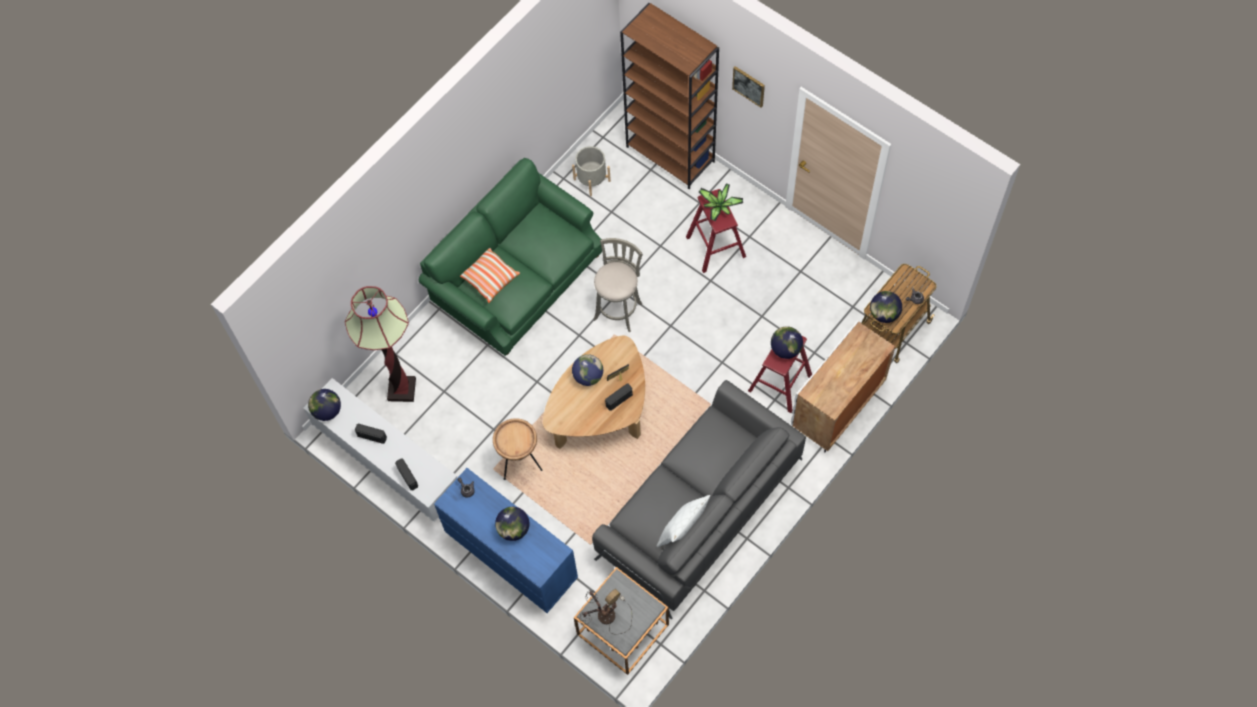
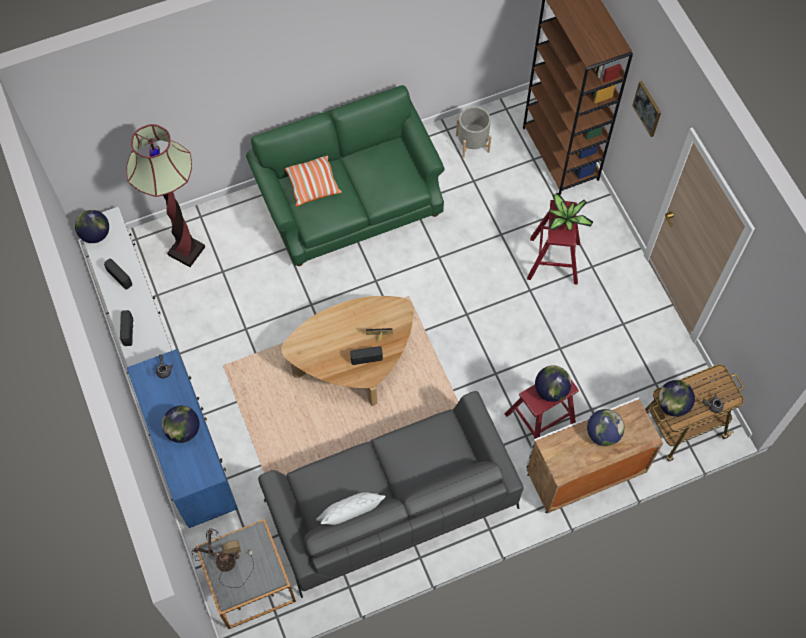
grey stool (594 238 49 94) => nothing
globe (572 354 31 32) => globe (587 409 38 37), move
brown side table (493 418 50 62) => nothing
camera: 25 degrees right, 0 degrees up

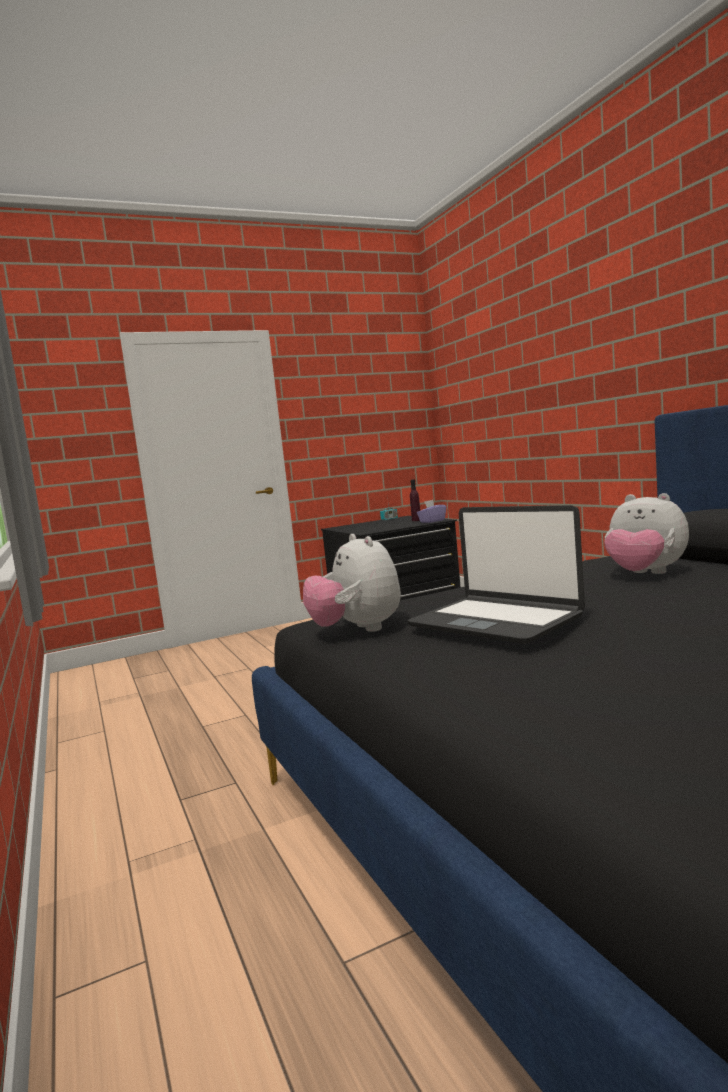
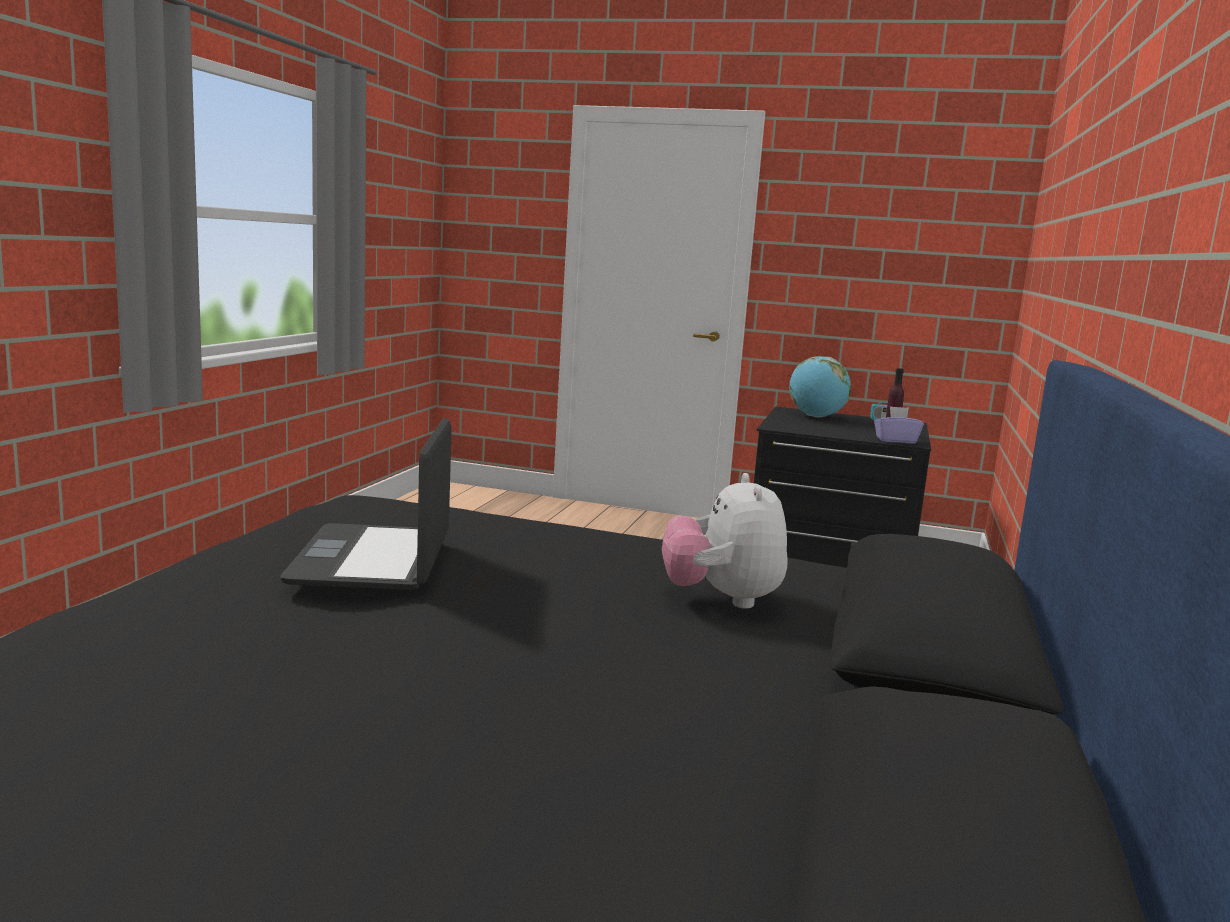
plush toy (303 534 98 98) => nothing
nothing => globe (789 356 62 61)
camera: 40 degrees right, 5 degrees up

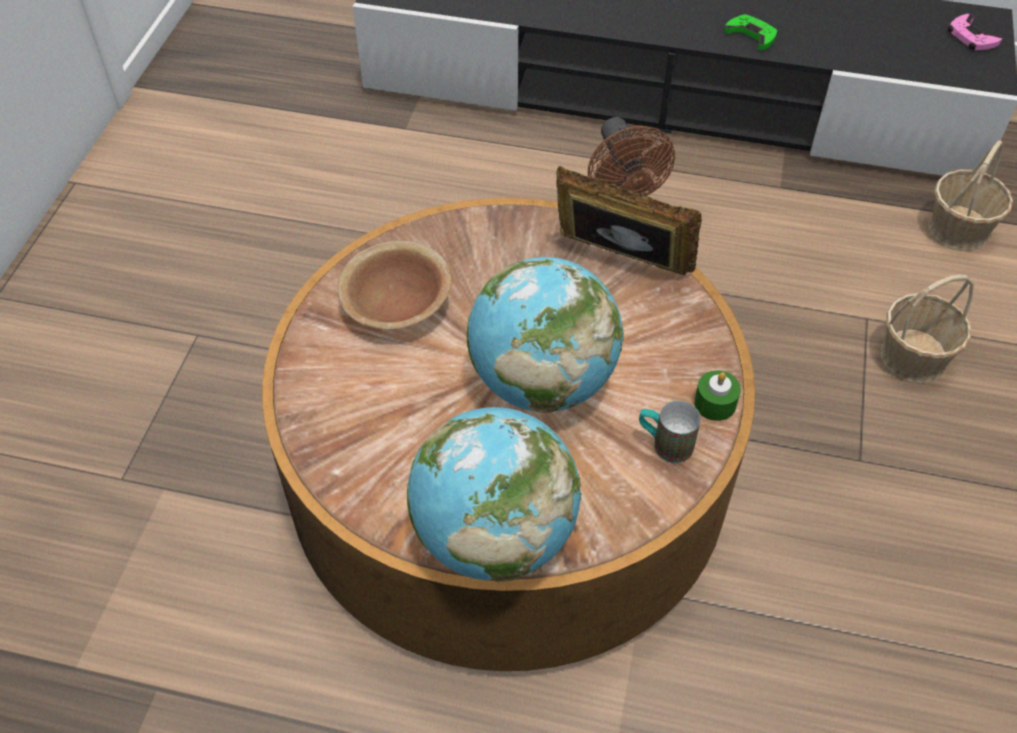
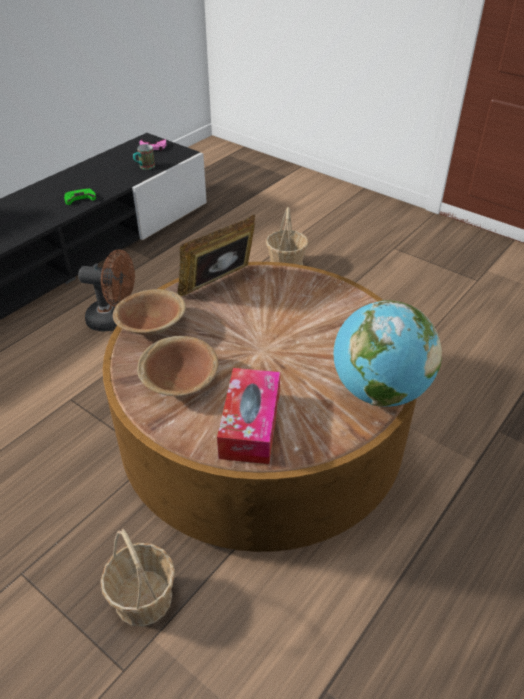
basket (928 140 85 111) => basket (100 529 75 97), move
globe (467 257 156 156) => nothing
green candle (694 371 47 50) => nothing
mug (639 401 62 62) => mug (133 144 22 26), move
nothing => brown bowl (113 289 73 46)
nothing => tissue box (217 368 63 96)
camera: 65 degrees left, 10 degrees down

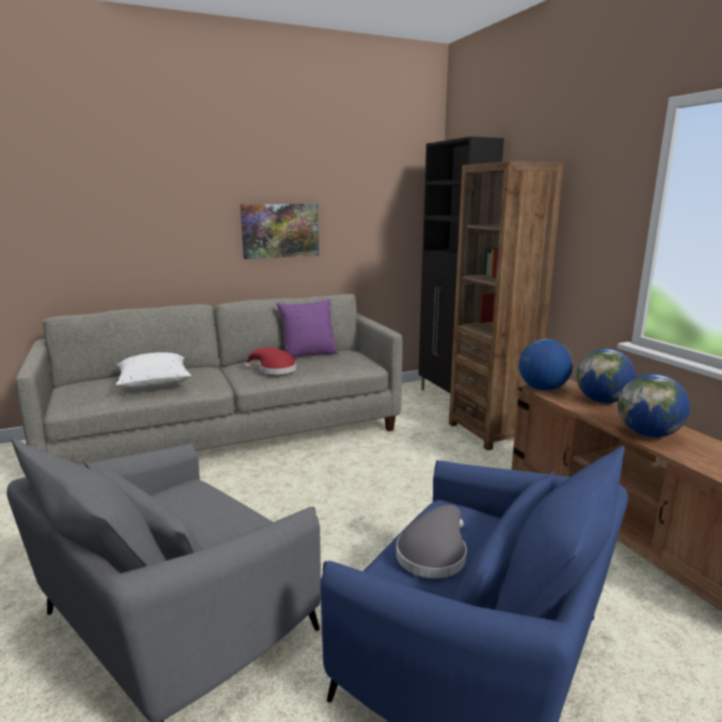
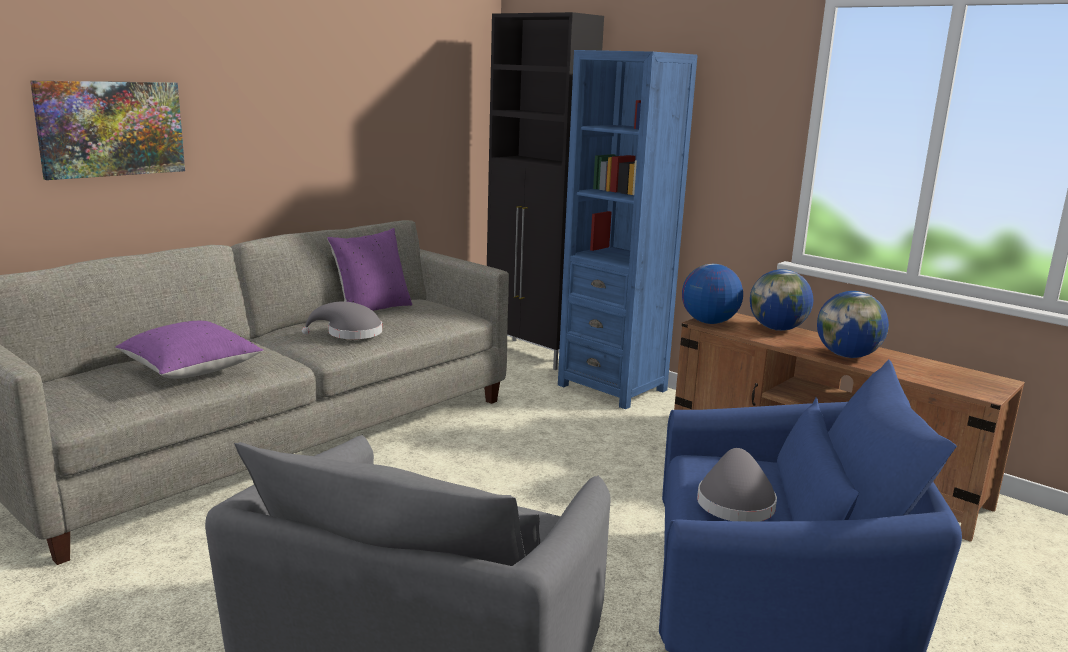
brown bookcase (449 161 115 290) => blue bookcase (558 50 140 359)
picture (240 204 79 55) => picture (30 81 155 99), move
red hat (245 347 52 27) => grey hat (302 301 80 38)
white pillow (116 352 75 37) => purple pillow (115 321 148 58)
camera: 25 degrees left, 0 degrees up

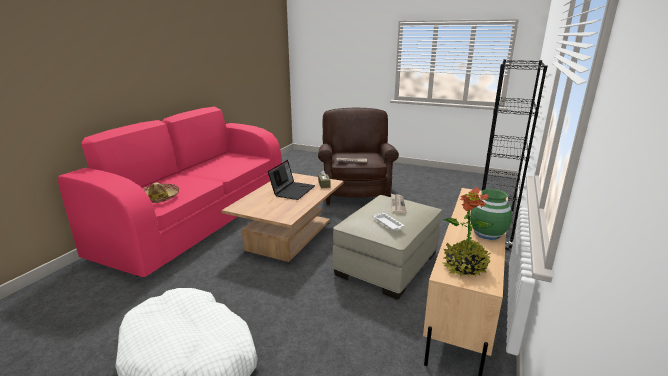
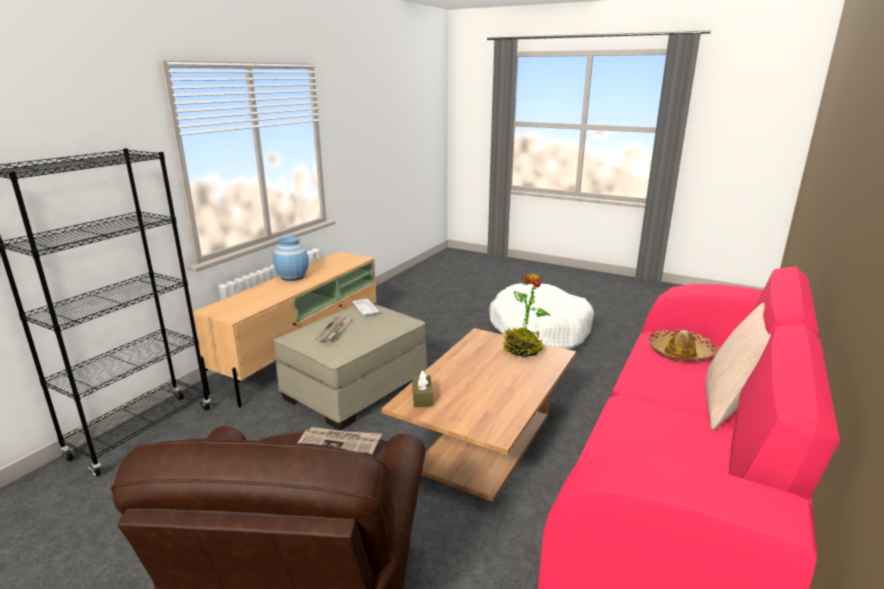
laptop (268 160 47 40) => nothing
potted plant (442 186 51 91) => potted plant (502 274 48 83), move
green vase (470 189 42 51) => blue vase (273 236 36 45)
nothing => beige pillow (706 303 65 128)
camera: 175 degrees left, 0 degrees up

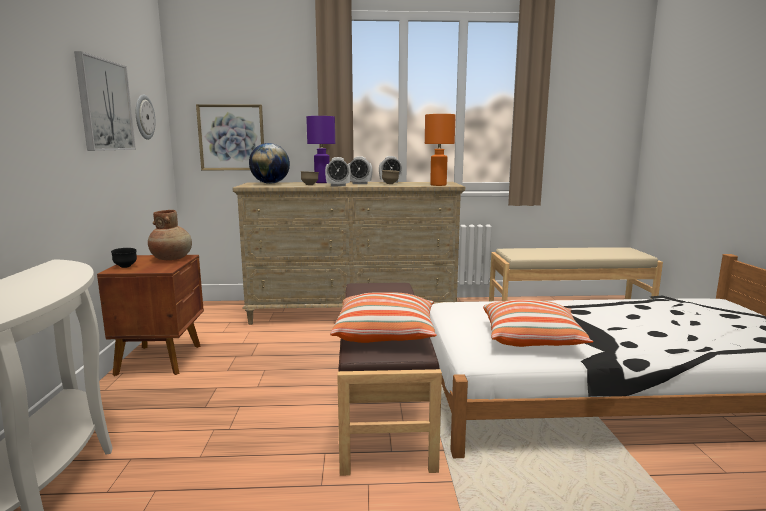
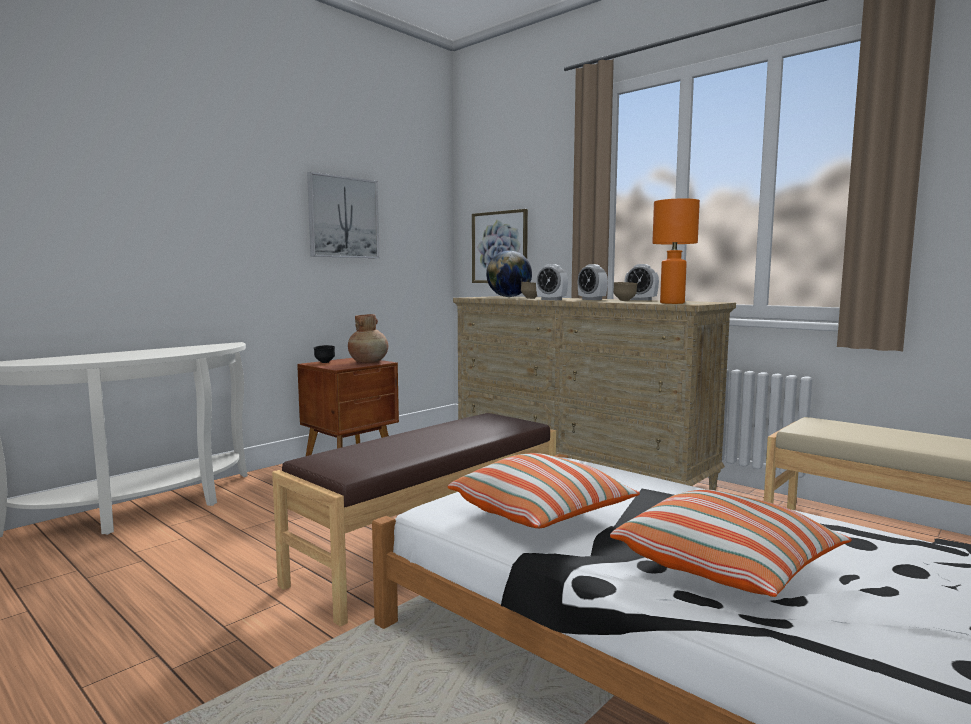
wall clock (136 94 19 46) => nothing
purple table lamp (306 116 29 67) => nothing
pillow (330 292 107 51) => pillow (610 490 242 107), move
camera: 45 degrees right, 5 degrees down

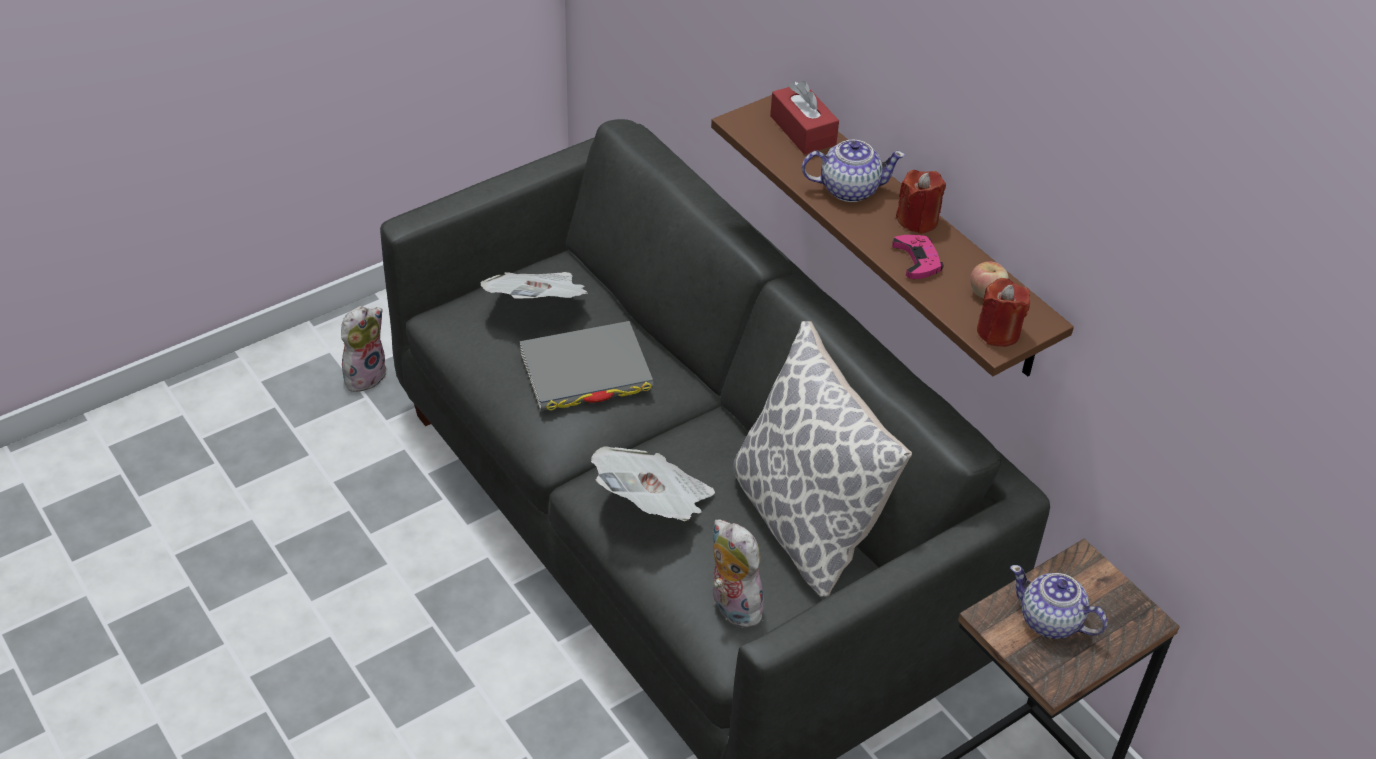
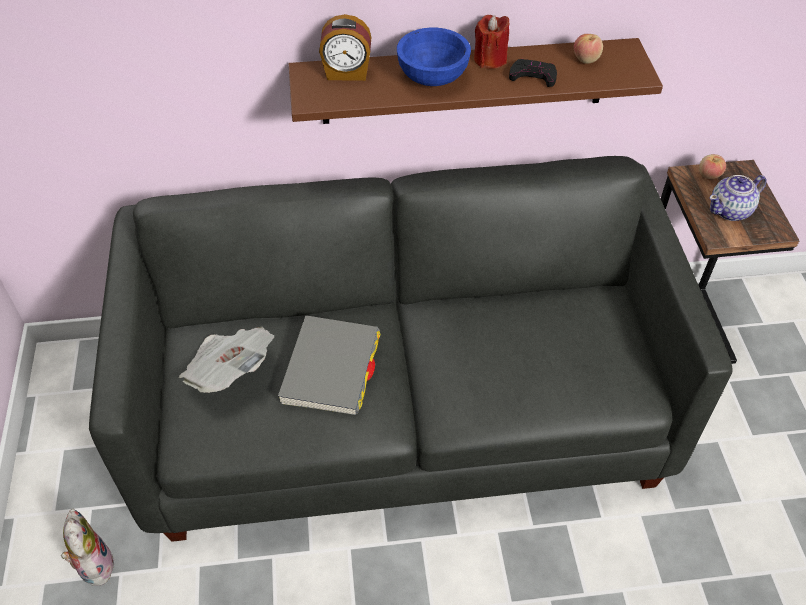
red tissue box (770 81 69 74) => alarm clock (319 14 52 67)
teapot (802 139 103 63) => blue bowl (397 28 74 58)
pink game controller (892 235 51 44) => black game controller (509 59 48 28)
red candle (977 278 53 69) => nothing
pillow (733 321 179 276) => nothing
newspaper (591 446 124 75) => nothing
plush toy (712 519 55 109) => nothing
nothing => apple (699 154 27 25)
camera: 60 degrees left, 5 degrees up

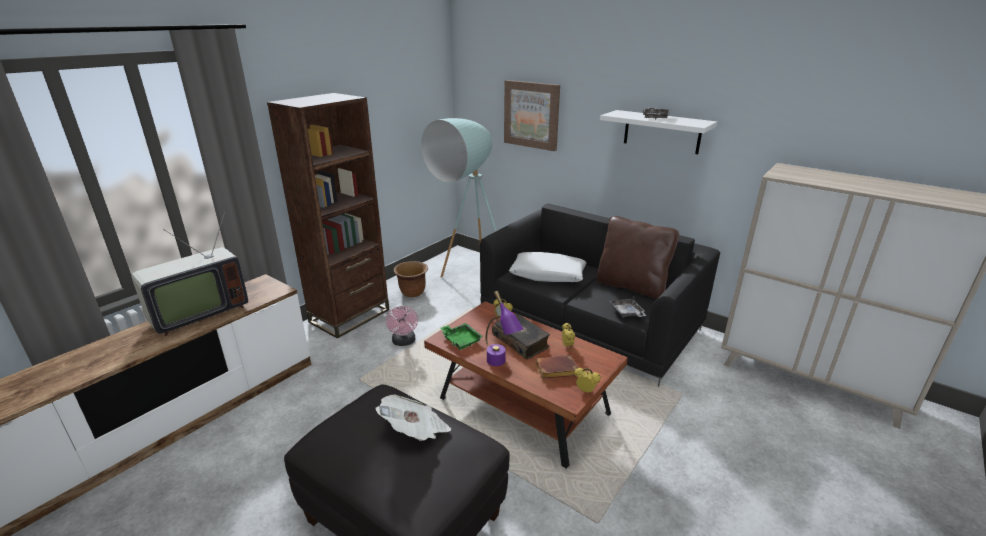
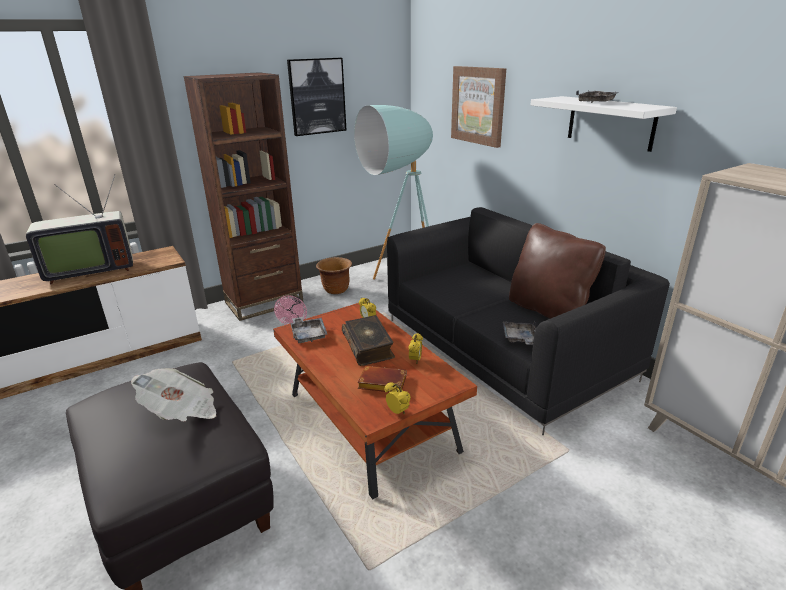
white pillow (509 252 78 30) => nothing
purple table lamp (486 291 37 75) => nothing
green tray (440 323 43 27) => grey tray (290 317 37 26)
nothing => picture (287 58 59 78)
camera: 20 degrees right, 0 degrees up

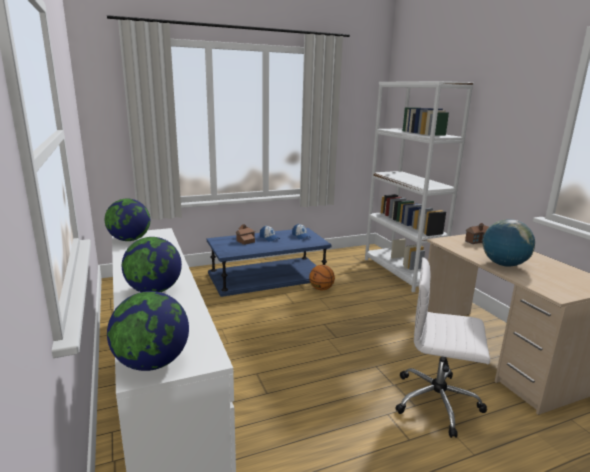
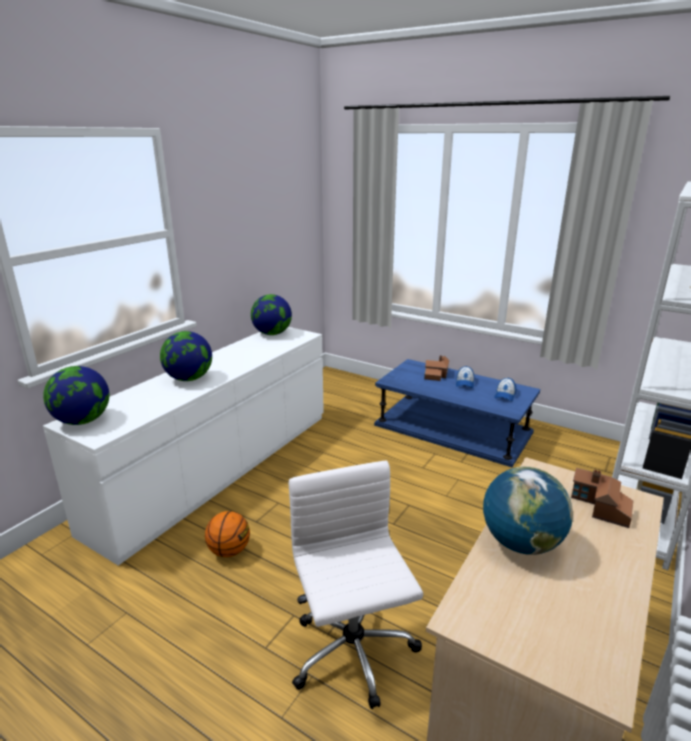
basketball (309 265 26 25) => basketball (205 511 45 46), move
camera: 55 degrees right, 5 degrees up

